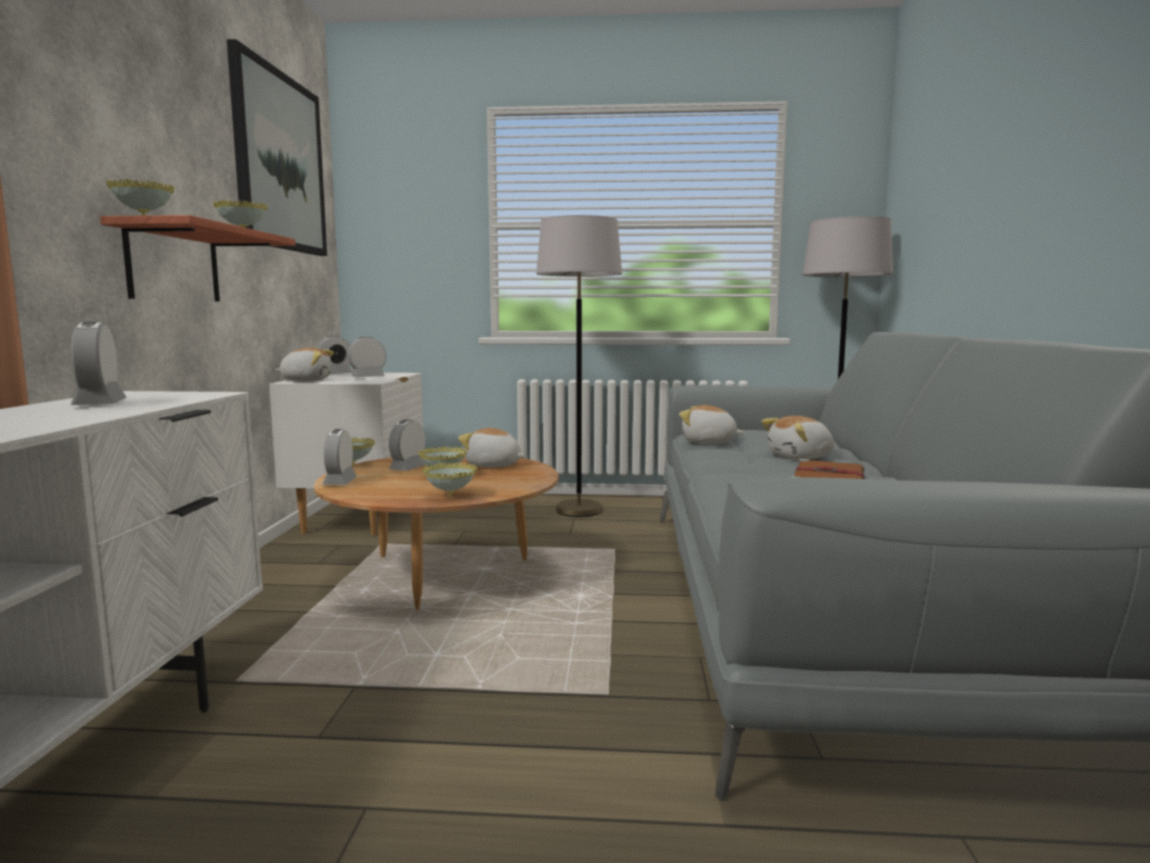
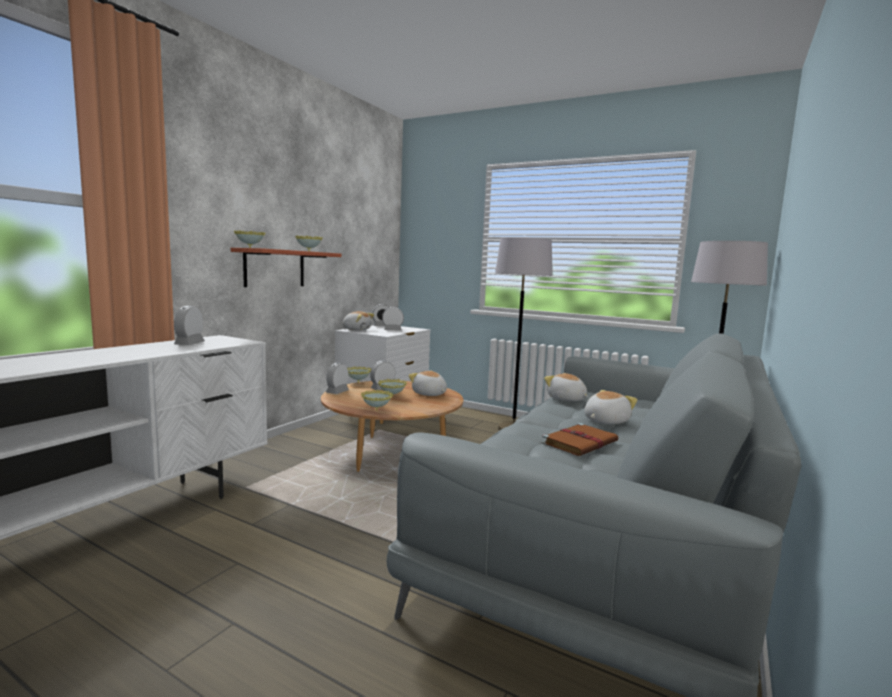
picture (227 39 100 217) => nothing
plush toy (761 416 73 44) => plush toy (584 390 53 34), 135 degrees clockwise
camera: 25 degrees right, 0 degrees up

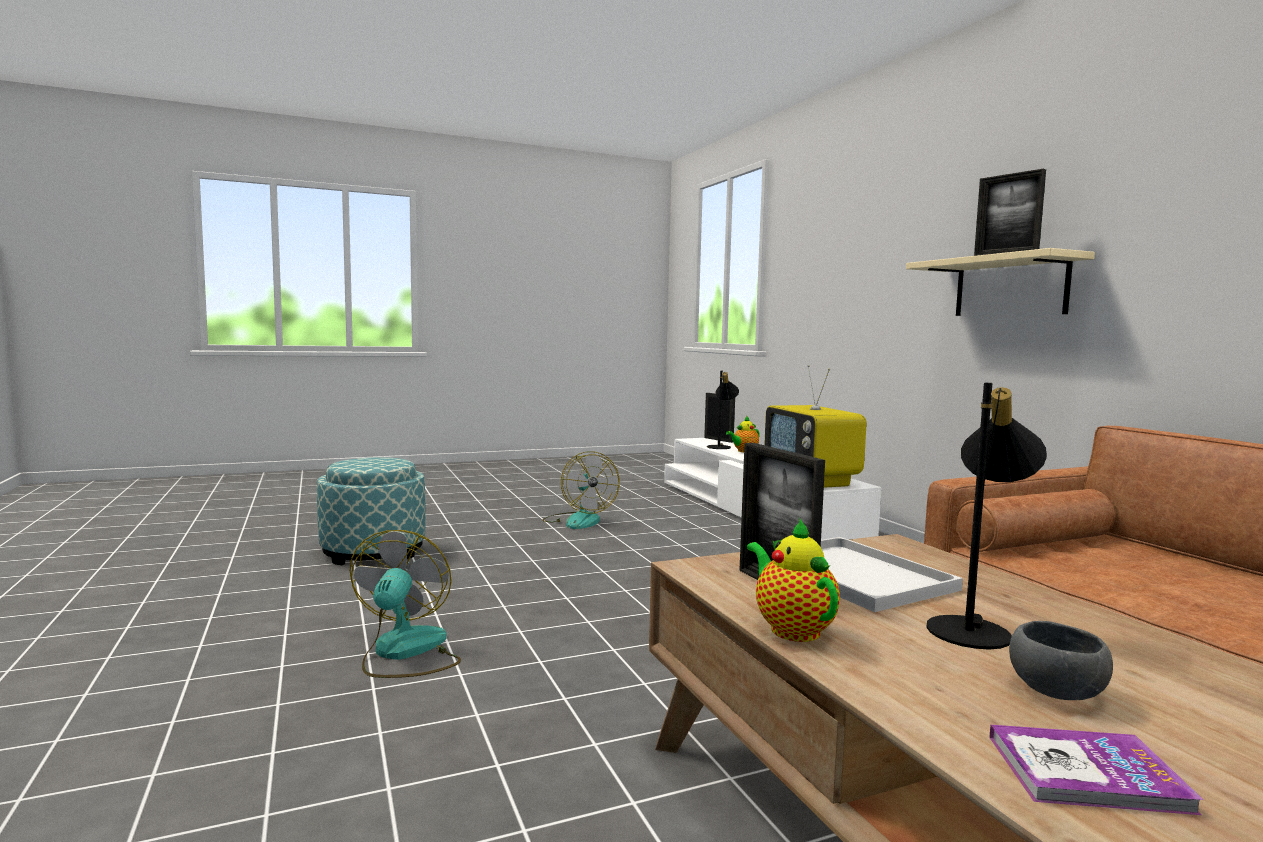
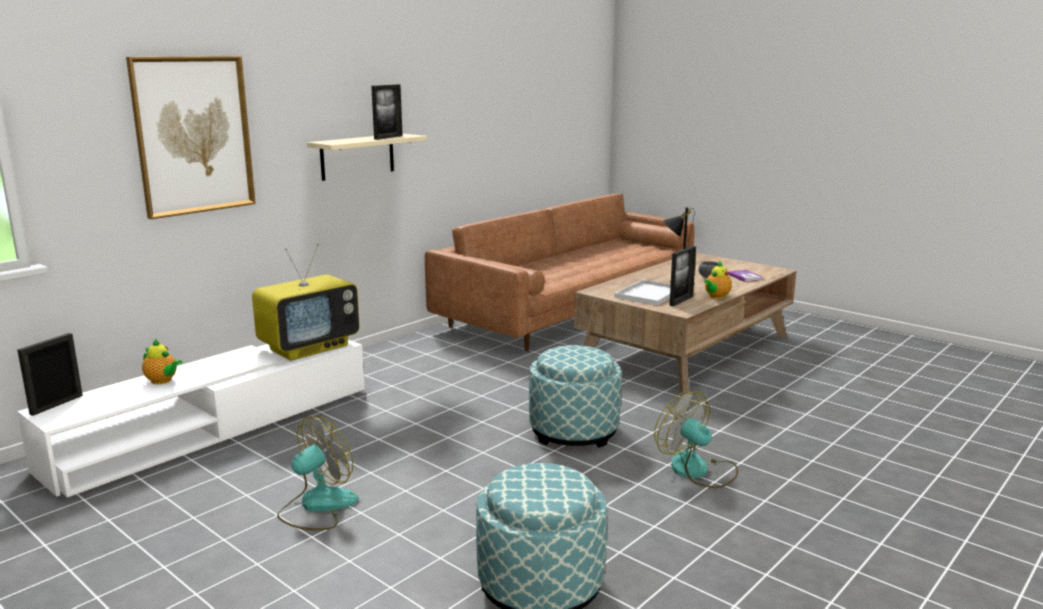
black table lamp (707 370 32 79) => nothing
fan (349 530 112 148) => fan (654 391 84 97), 75 degrees clockwise
nothing => picture (126 56 130 163)
nothing => ottoman (529 345 92 103)
camera: 115 degrees left, 10 degrees up

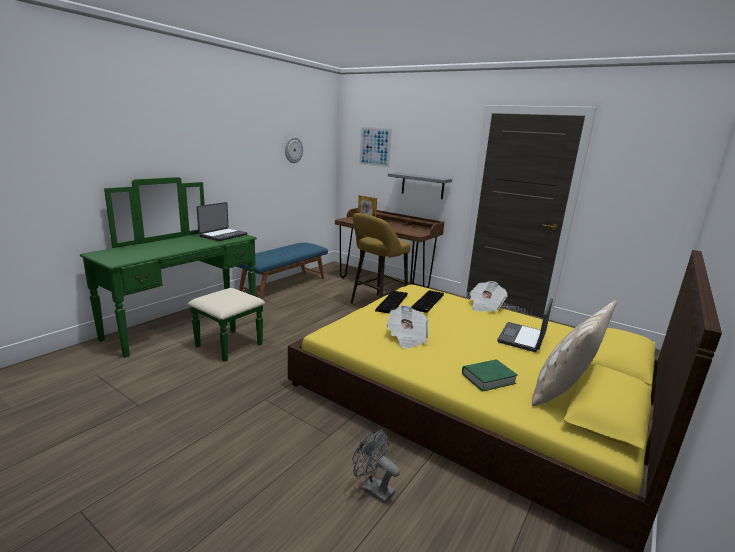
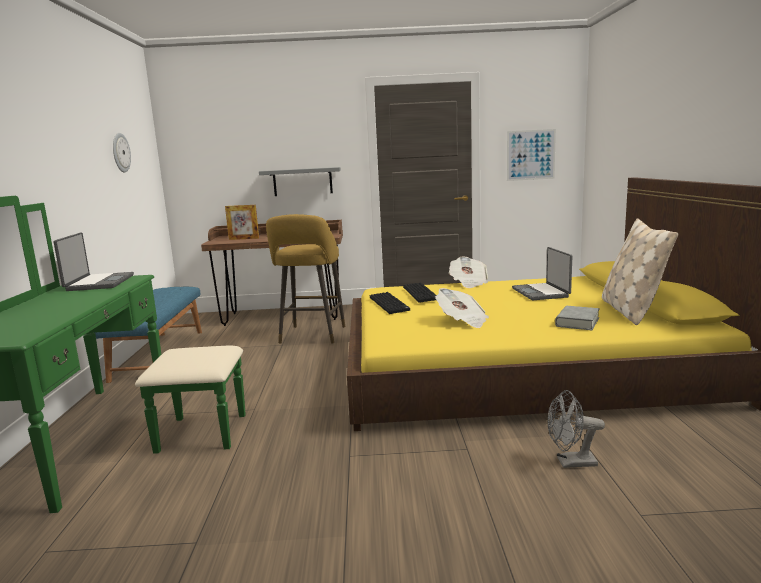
picture (359 127 33 41) => picture (507 129 49 52), move
green book (462 360 56 32) => grey book (555 306 45 24)
camera: 35 degrees left, 5 degrees down

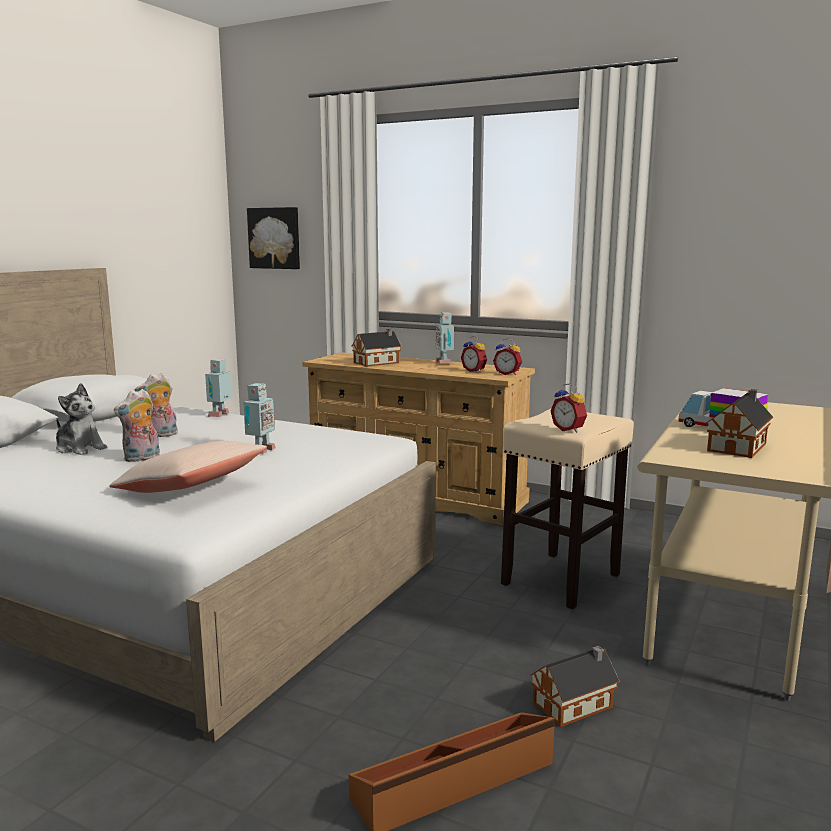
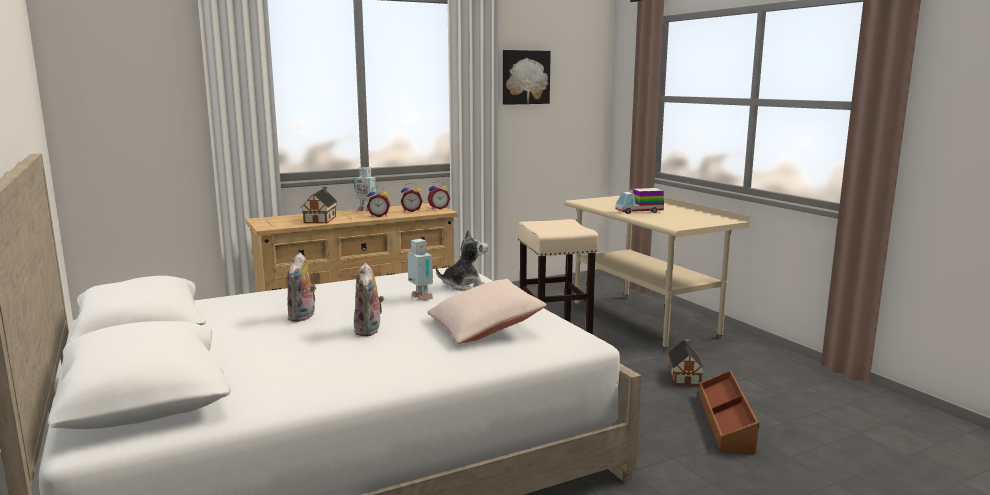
picture (247 207 53 62) => picture (503 50 48 55), move
toy robot (205 358 27 59) => nothing
plush toy (56 383 51 72) => plush toy (436 230 52 61), move
alarm clock (551 383 36 50) => alarm clock (367 187 24 30), move
toy house (706 389 67 69) => nothing
camera: 55 degrees left, 0 degrees up

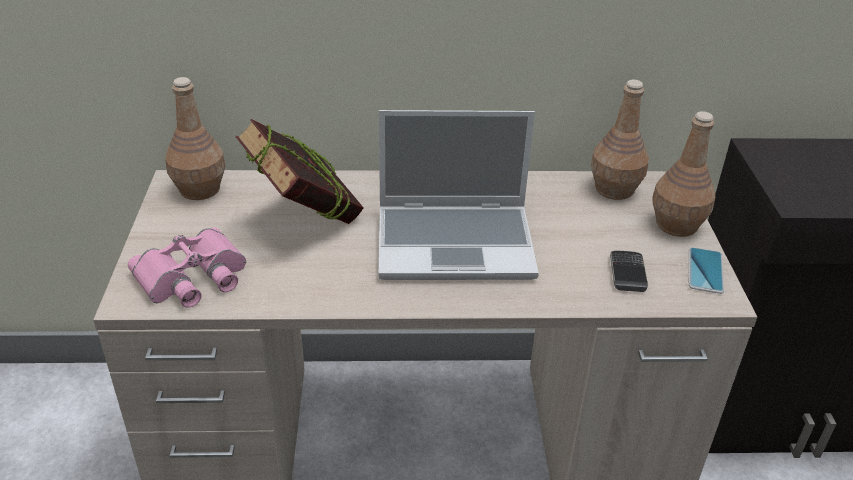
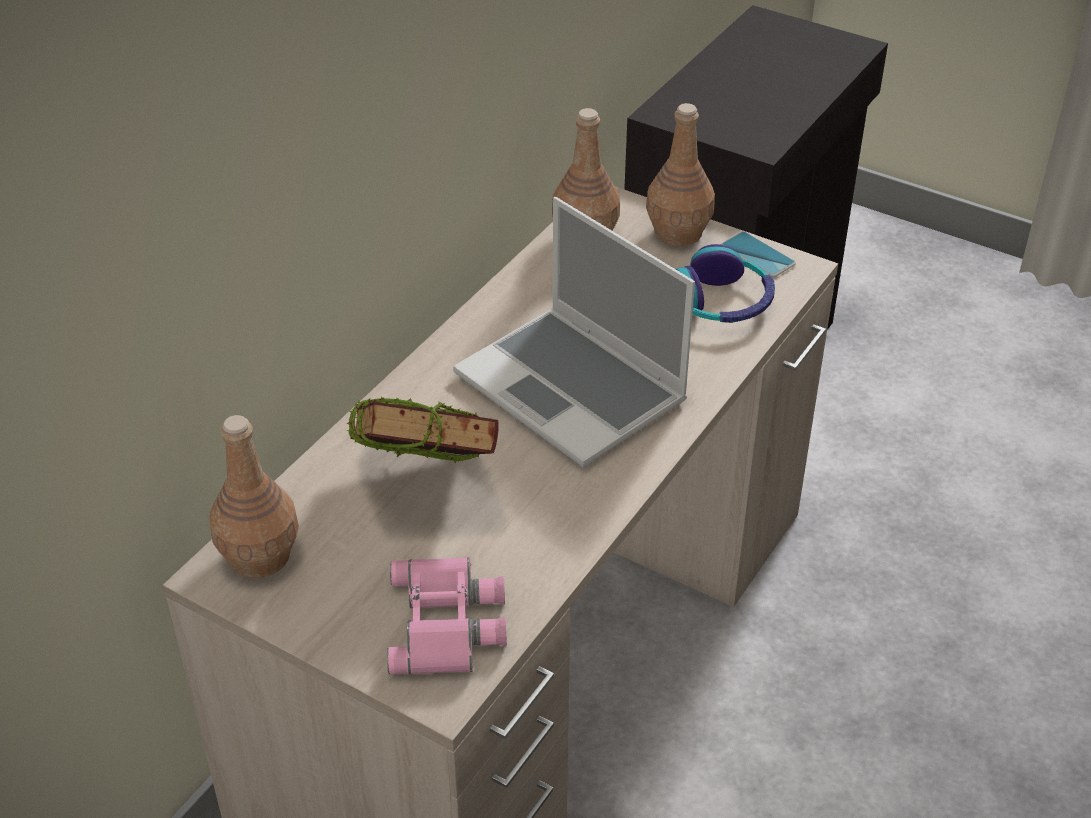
laptop (379 110 160 170) => laptop (453 197 242 270), 105 degrees clockwise
phone (610 251 38 41) => headphones (676 244 99 79)
camera: 55 degrees left, 5 degrees up

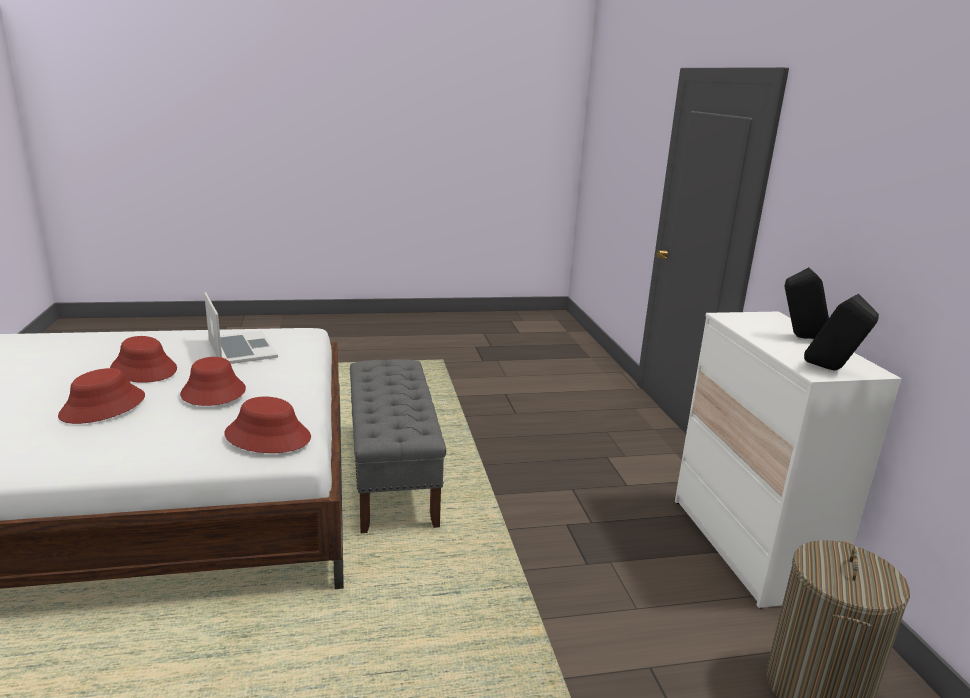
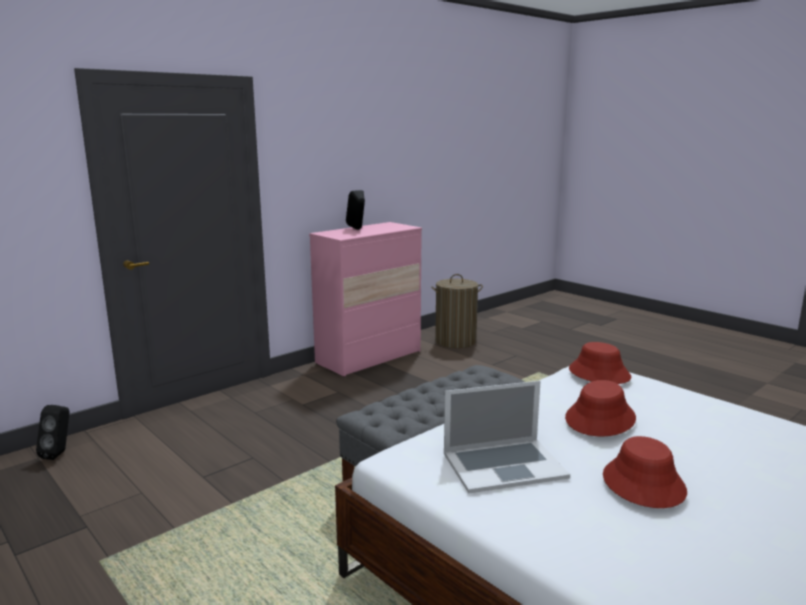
laptop (204 292 74 72) => laptop (444 381 126 112), 135 degrees counterclockwise
black speaker (804 294 75 76) => black speaker (36 405 33 55), move
white dresser (675 311 227 298) => pink dresser (309 222 113 155)
red hat (58 368 87 56) => nothing
camera: 120 degrees left, 5 degrees down

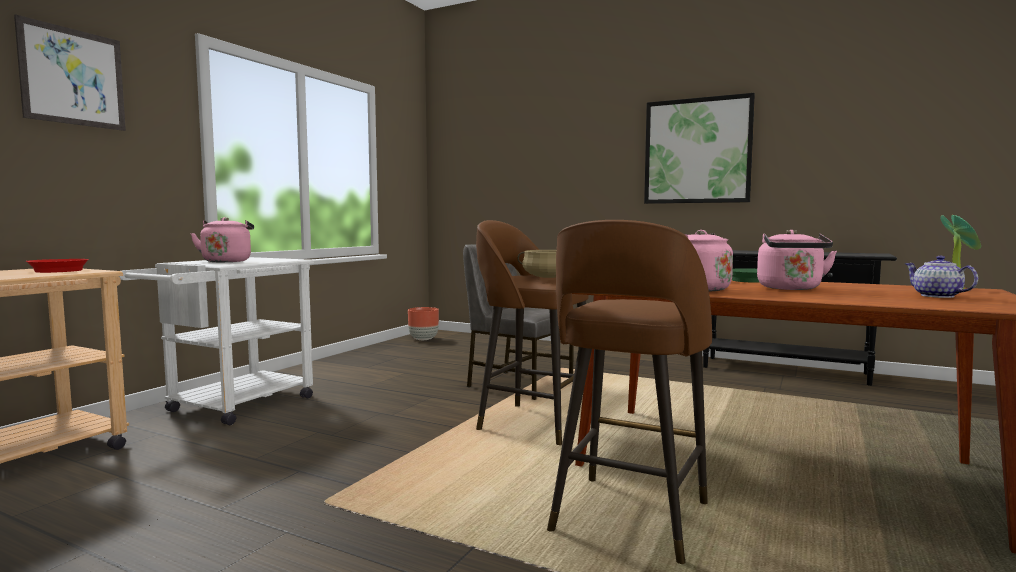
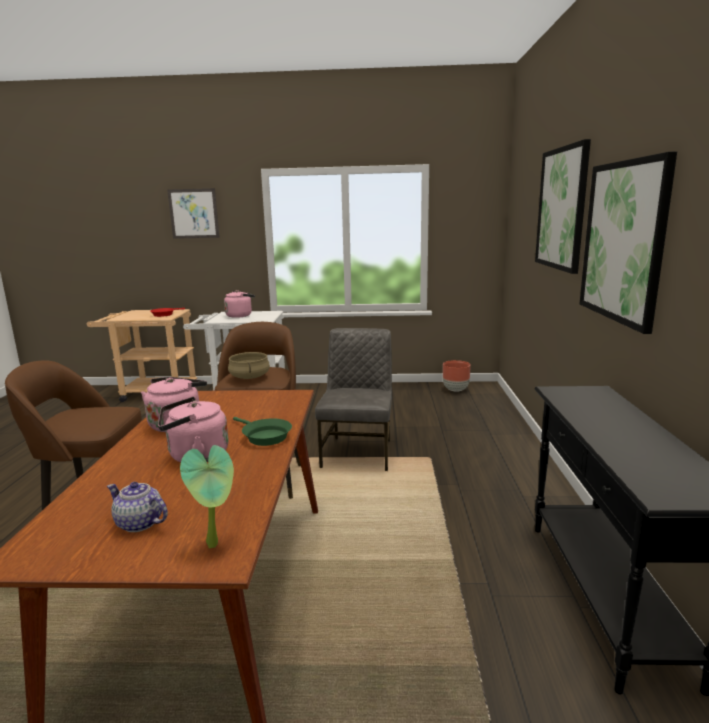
teapot (905 256 73 42) => teapot (107 482 61 50), 105 degrees counterclockwise
nothing => picture (535 139 56 135)
camera: 65 degrees right, 10 degrees up

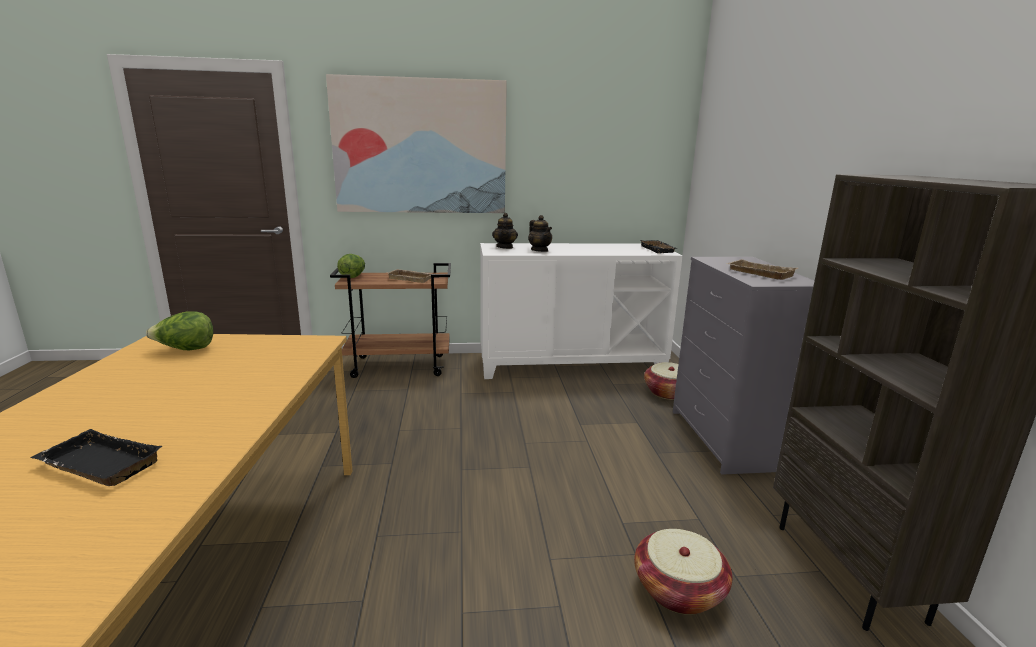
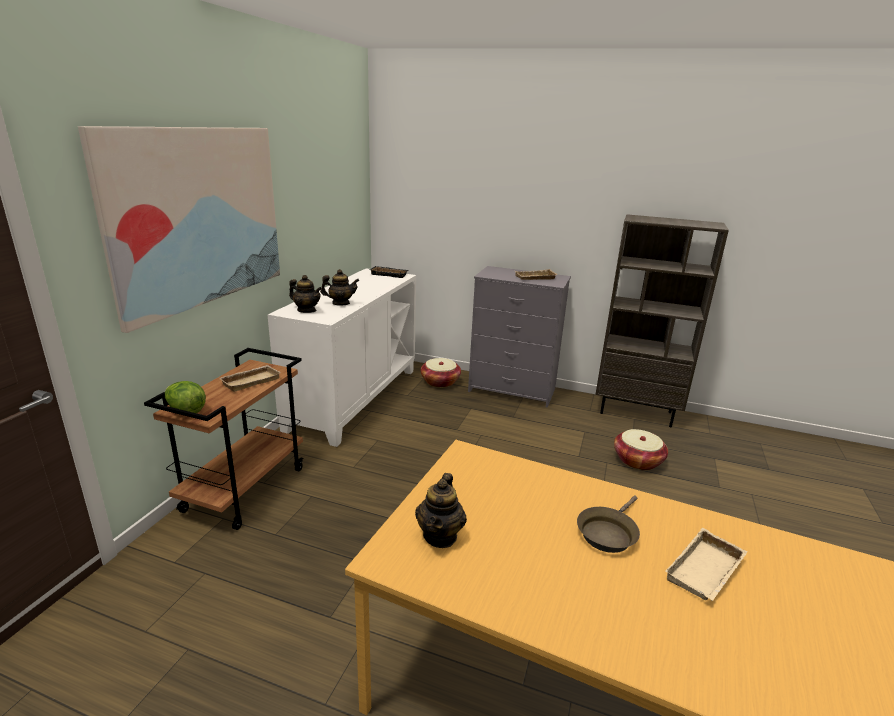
lettuce (146 311 68 39) => teapot (415 473 52 75)
black tray (31 429 132 57) => beige tray (665 528 82 73)
nothing => brown frying pan (577 496 63 57)
camera: 65 degrees left, 5 degrees up

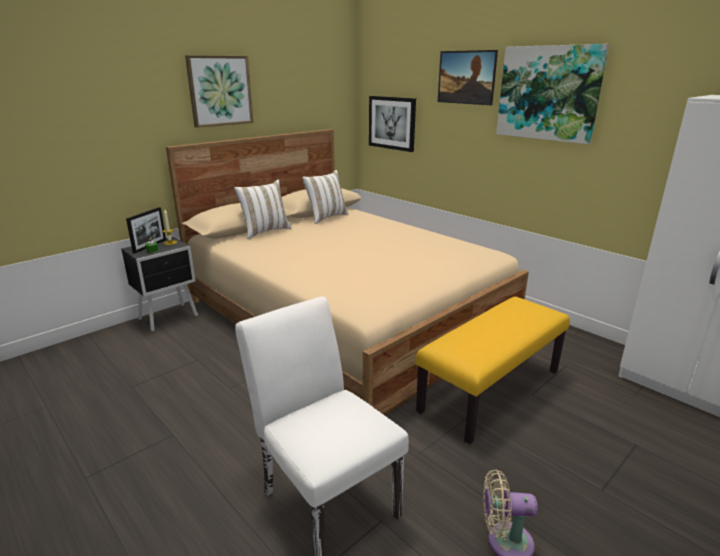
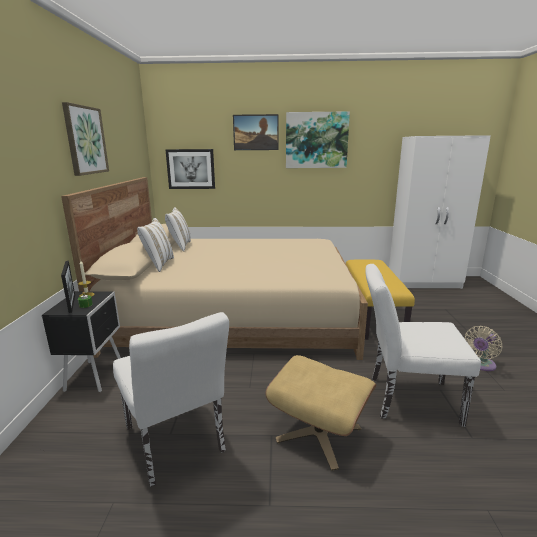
nothing => white chair (113 312 116 175)
nothing => beige ottoman (265 355 111 116)
camera: 45 degrees left, 5 degrees down

